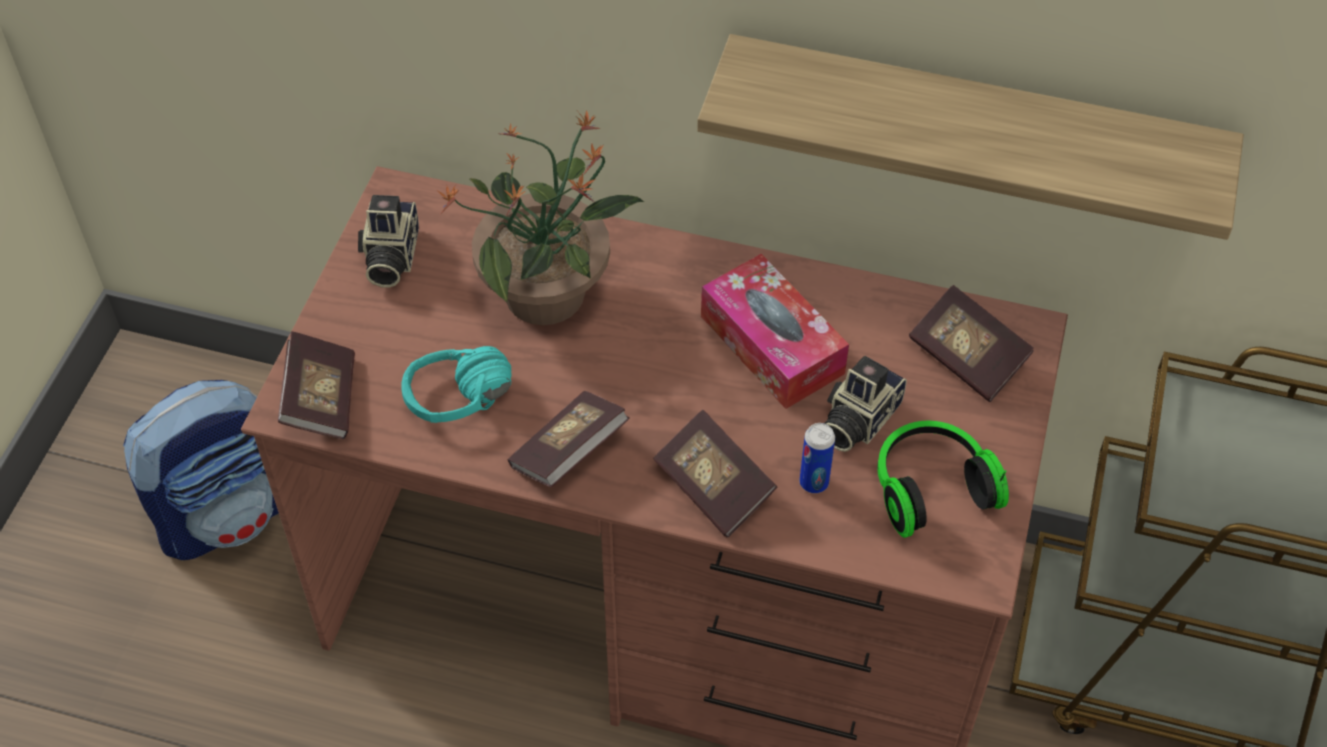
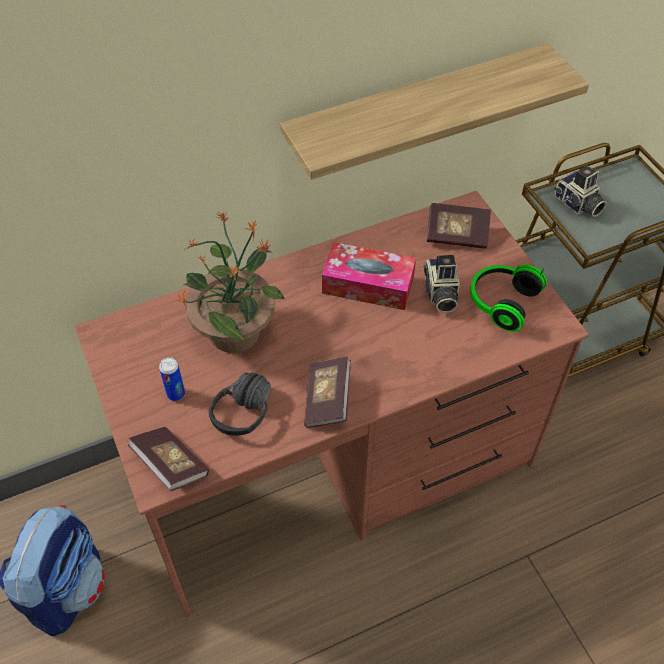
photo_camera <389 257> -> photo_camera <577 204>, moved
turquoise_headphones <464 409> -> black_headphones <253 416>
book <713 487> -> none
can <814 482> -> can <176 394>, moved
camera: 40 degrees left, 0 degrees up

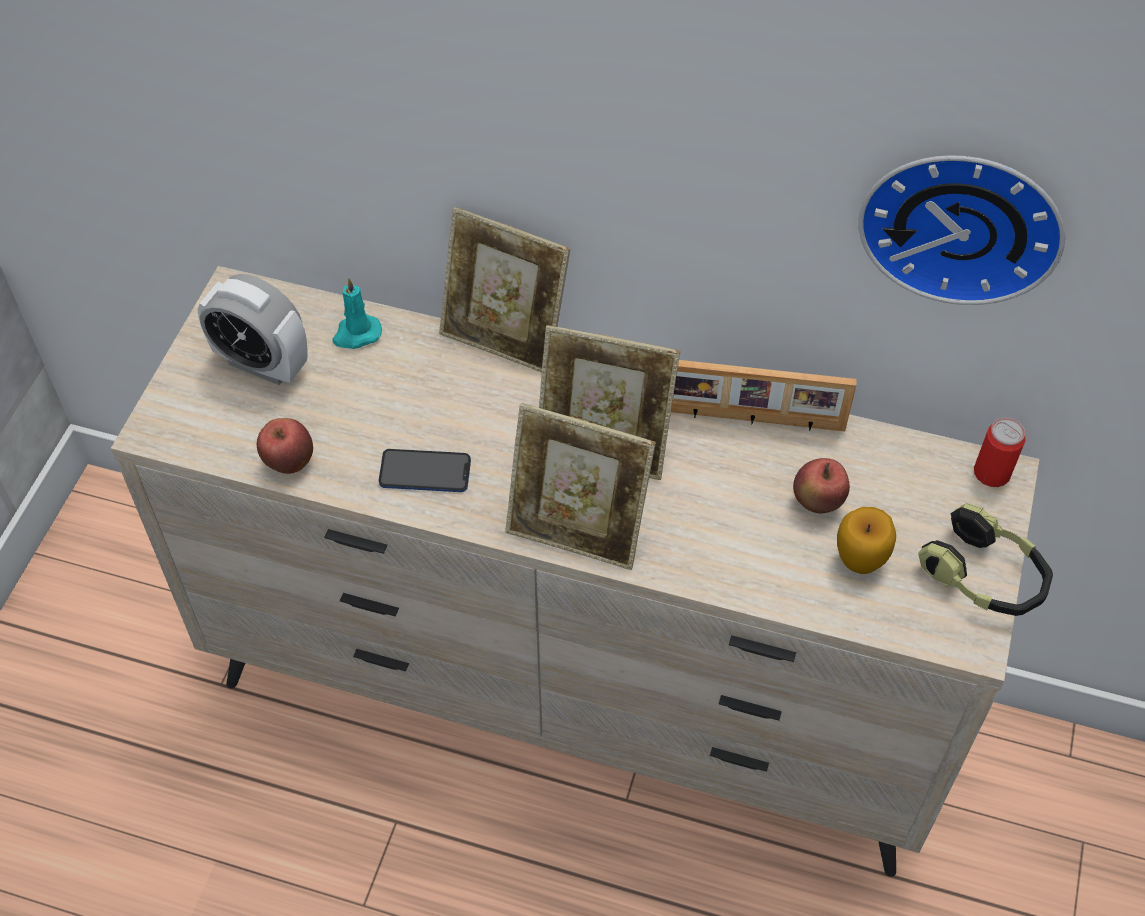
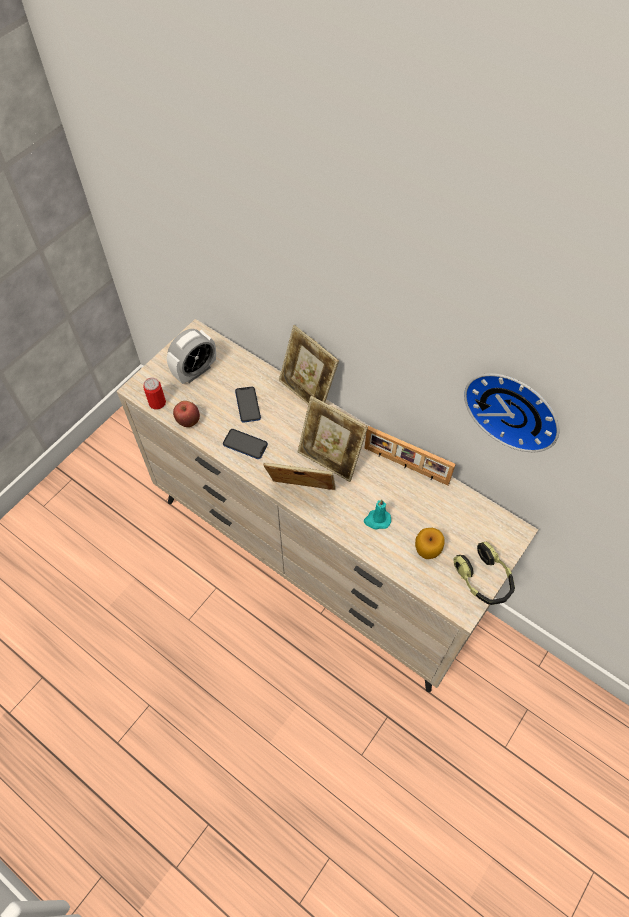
alarm_clock <262 364> -> alarm_clock <195 371>, 90 degrees counterclockwise
turquoise_candle <356 334> -> turquoise_candle <377 520>, moved
picture_frame <577 531> -> picture_frame <301 494>, 150 degrees clockwise
can <991 473> -> can <157 403>, moved
apple <817 502> -> none
none -> phone <248 405>
camera: 20 degrees right, 5 degrees up

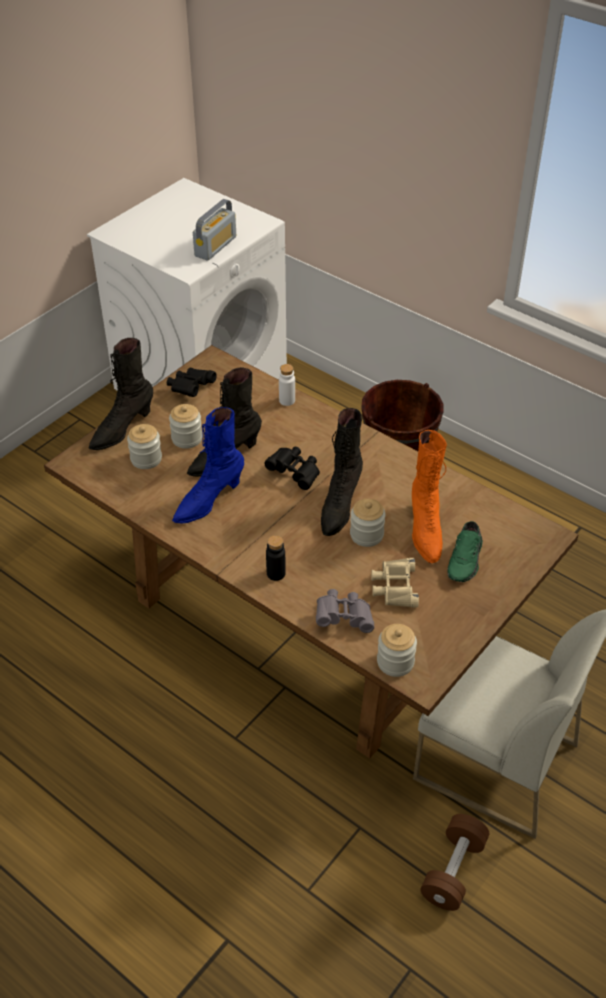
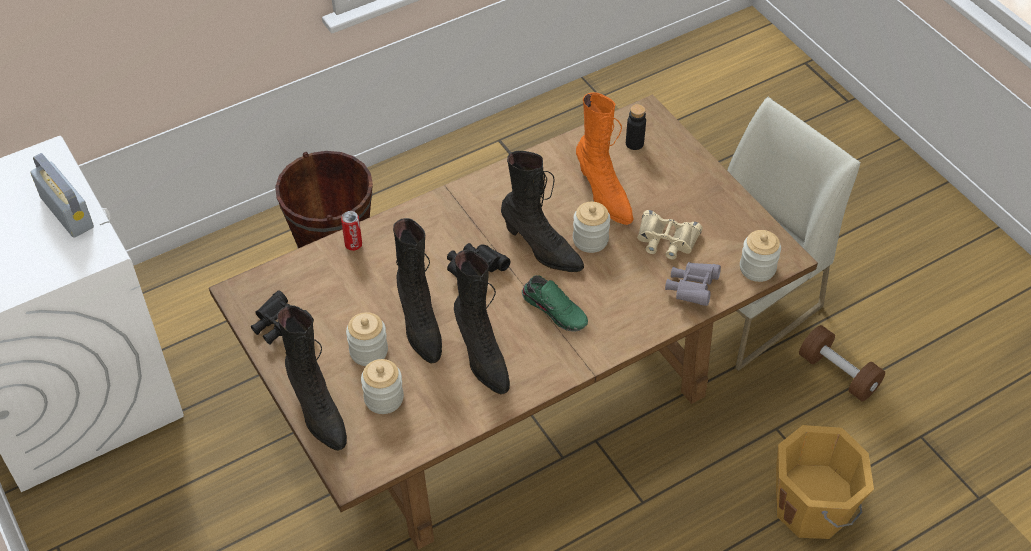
white_bottle <287 400> -> can <353 244>
blue_boot <208 501> -> black_boot <482 356>
orange_boot <425 530> -> orange_boot <603 195>, 45 degrees clockwise
green_shoe <466 560> -> green_shoe <556 310>, moved
black_bottle <276 573> -> black_bottle <634 143>, moved
none -> orange_bucket <813 507>
camera: 70 degrees left, 5 degrees up

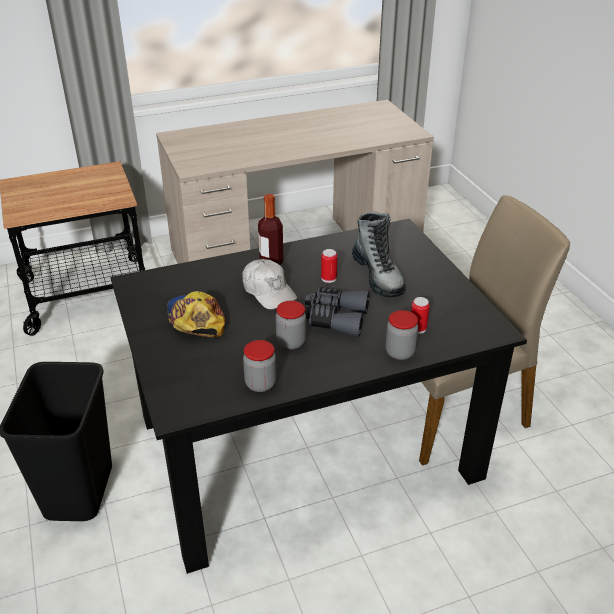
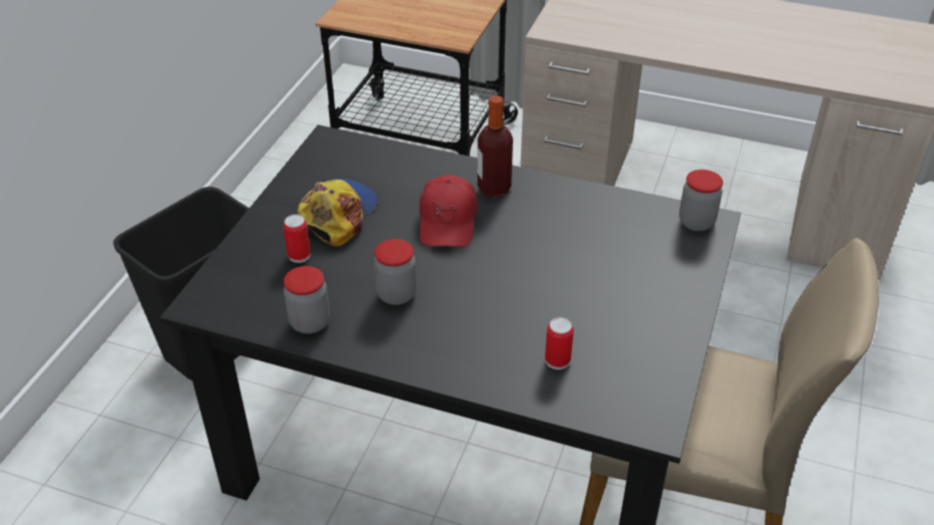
boot <378 276> -> none
can <328 278> -> can <299 255>, moved
white_cap <268 291> -> red_cap <448 221>
grey_binoculars <334 318> -> none
jar <400 352> -> jar <696 222>, moved
camera: 40 degrees right, 5 degrees up

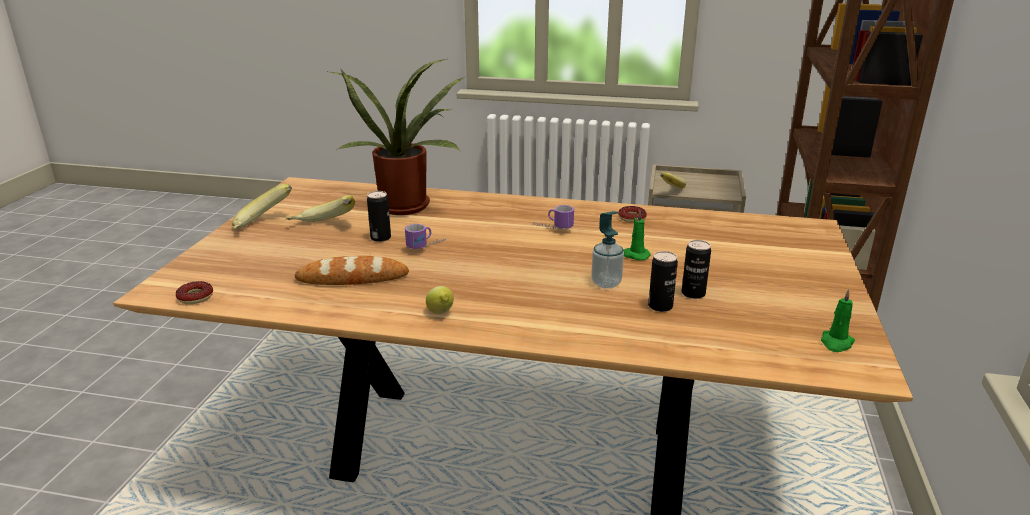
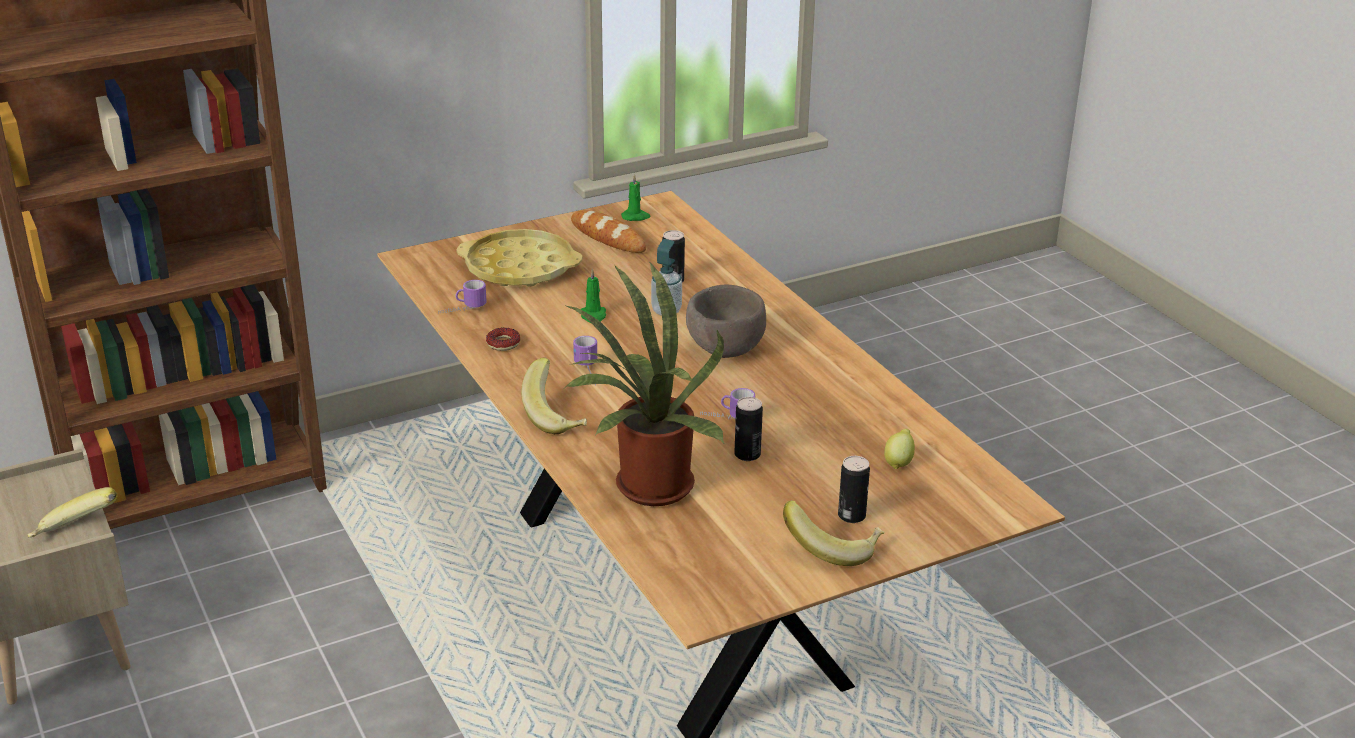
banana <322 227> -> banana <557 417>, moved
can <693 294> -> can <851 516>, moved
bread <352 278> -> bread <608 237>, moved
donut <195 297> -> none
lemon <441 313> -> lemon <898 462>, moved
none -> yellow_tray <520 268>
none -> mug <462 310>
none -> brown_bowl <724 349>
camera: 130 degrees left, 5 degrees up

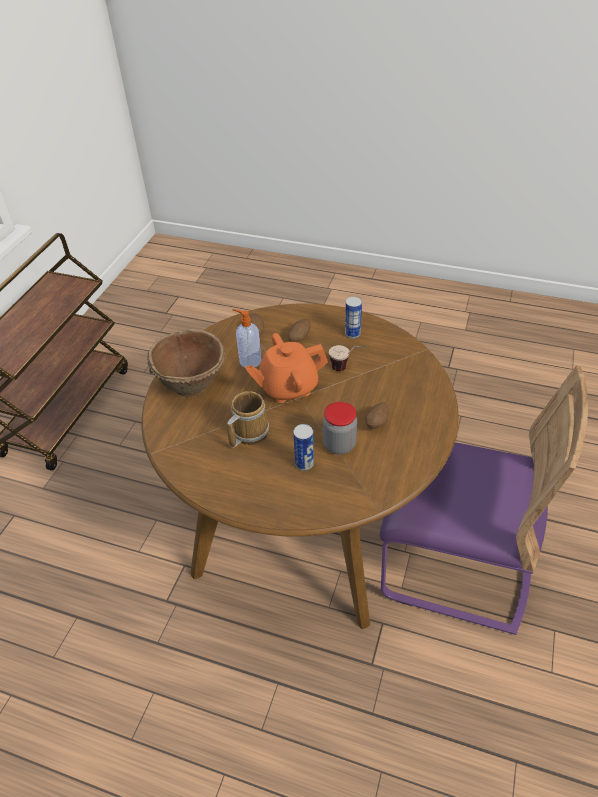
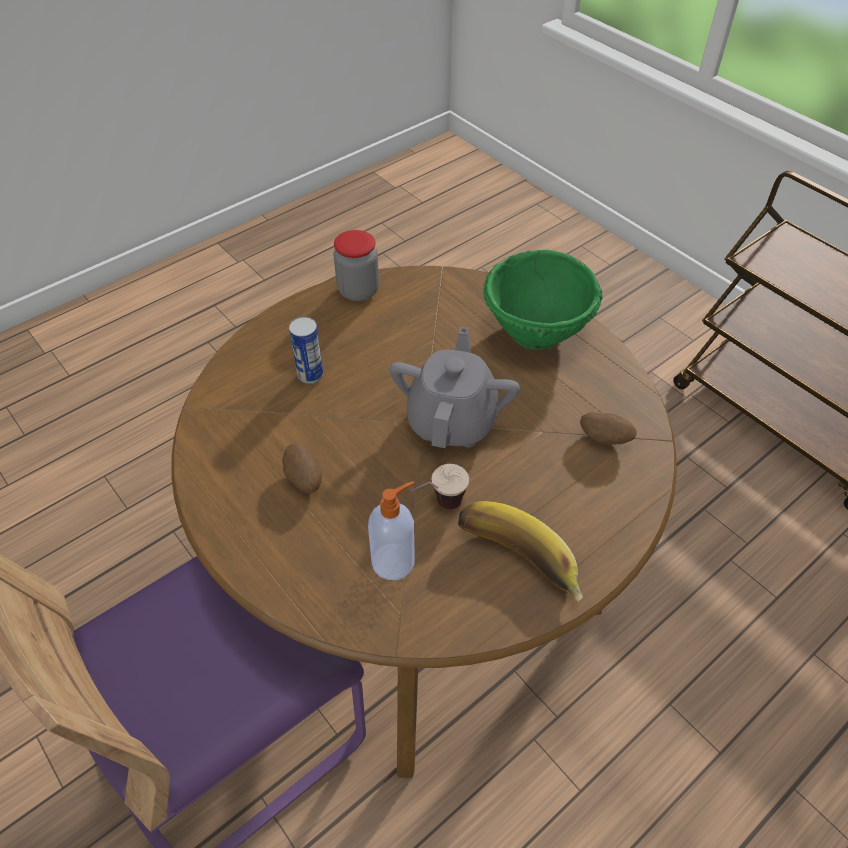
can <352 334> -> banana <515 564>
soap_dispenser <249 361> -> soap_dispenser <394 561>, moved
potato <299 338> -> none
brown_bowl <192 383> -> green_bowl <536 333>
orange_teapot <288 387> -> grey_teapot <452 421>
mug <248 433> -> none
jar <339 445> -> jar <358 291>, moved
camera: 120 degrees right, 5 degrees up

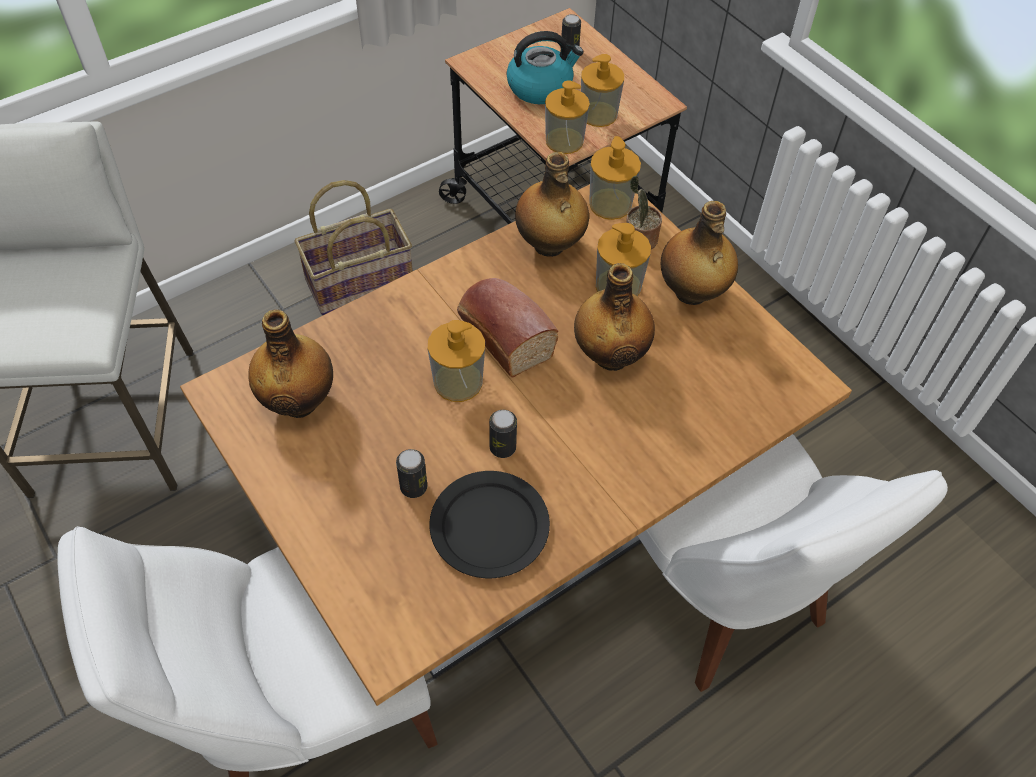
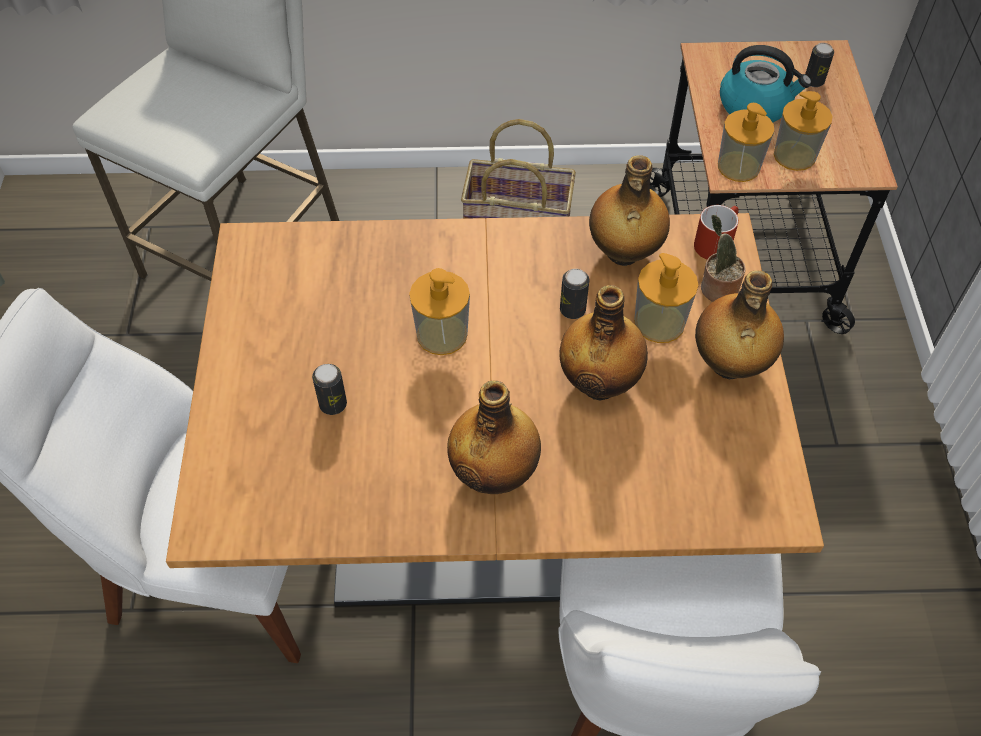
soap_dispenser <610 204> -> red_mug <715 242>
bread <502 334> -> none
bottle <299 400> -> bottle <495 473>, moved
can <502 447> -> can <572 310>, moved
black_plate <488 527> -> none
camera: 35 degrees right, 0 degrees up

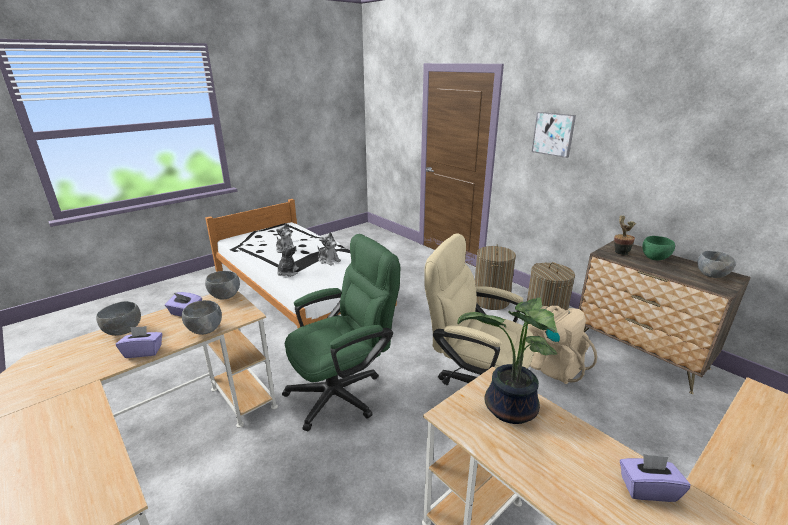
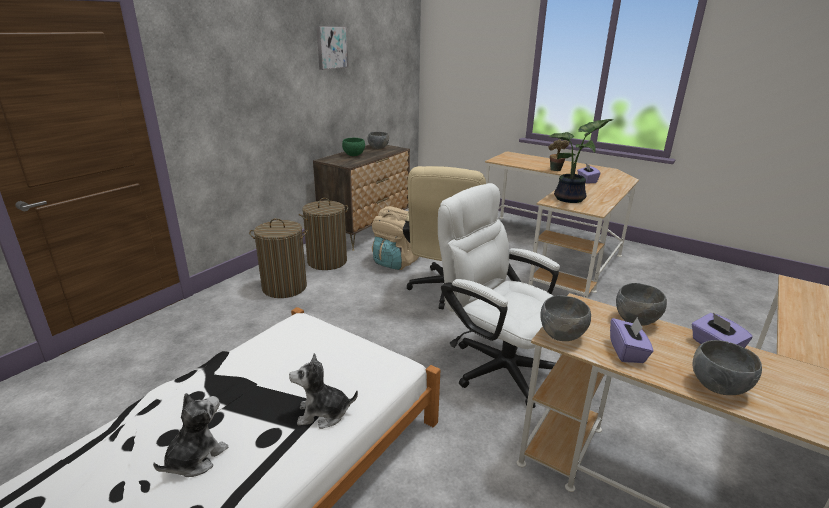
picture <553 134> -> picture <331 47>, moved
potted_plant <619 253> -> potted_plant <555 171>, moved
plush_toy <328 260> -> none
green_office_chair <343 391> -> white_office_chair <496 364>
camera: 105 degrees left, 0 degrees up

